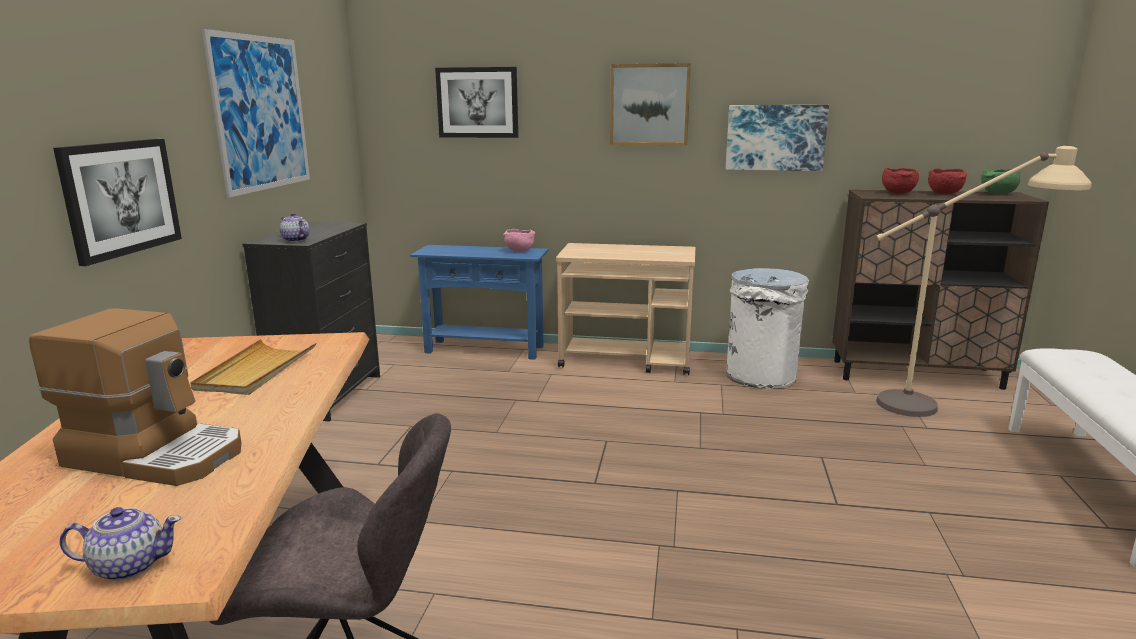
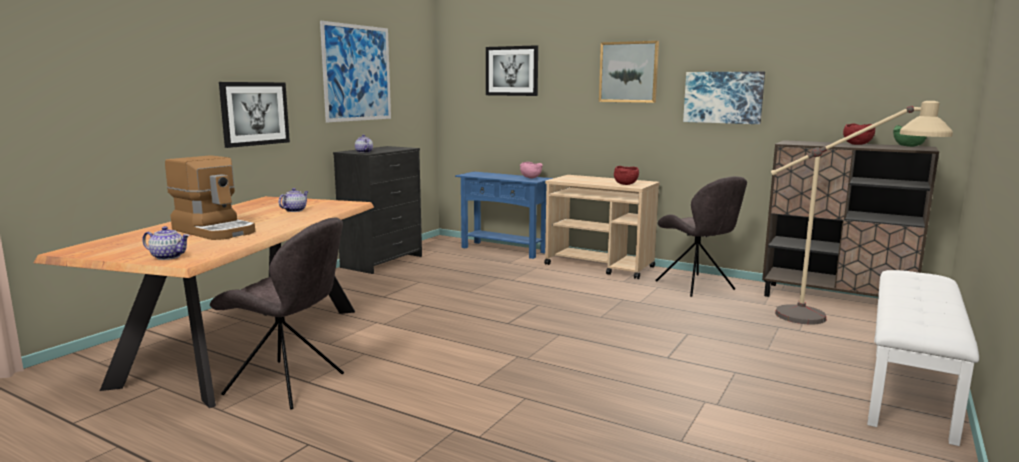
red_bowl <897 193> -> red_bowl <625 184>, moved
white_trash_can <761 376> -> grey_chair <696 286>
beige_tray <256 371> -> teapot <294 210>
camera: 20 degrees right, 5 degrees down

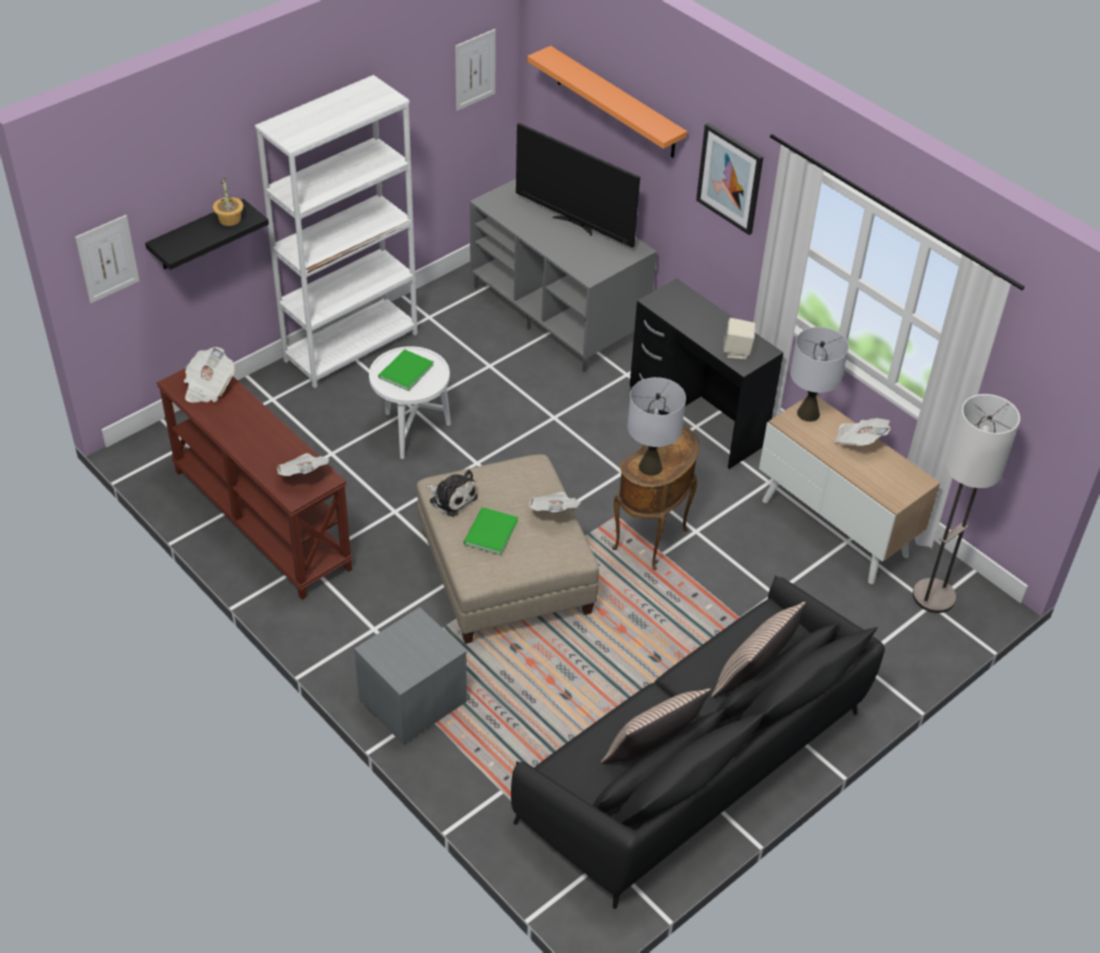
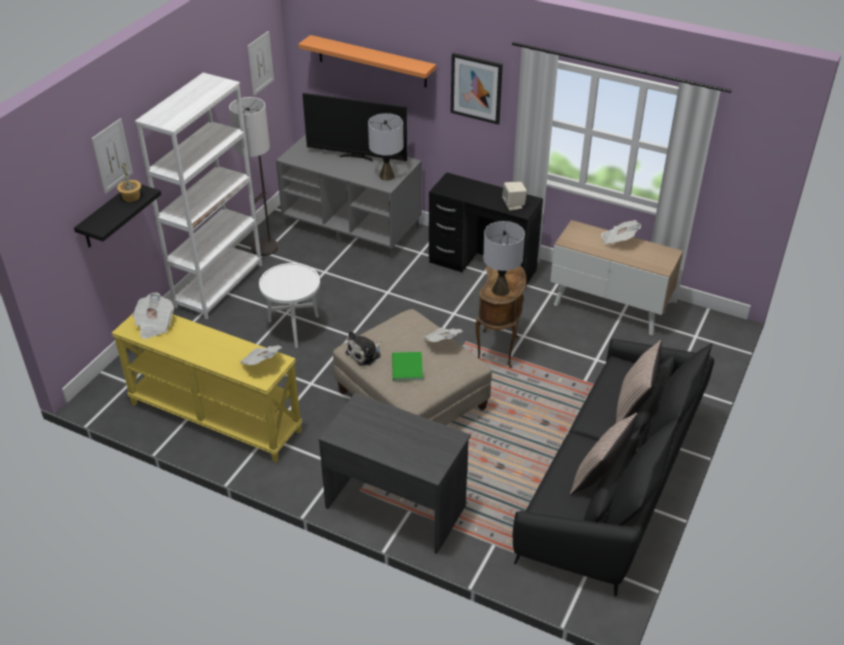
picture <107 259> -> picture <112 156>, moved
grey_table_lamp <808 413> -> grey_table_lamp <386 176>, moved
green_book <404 372> -> none
brown_console_table <260 520> -> yellow_console_table <214 418>
floor_lamp <934 597> -> floor_lamp <264 248>, moved
plush_toy <451 498> -> plush_toy <365 354>, 120 degrees clockwise
grey_nightstand <412 701> -> grey_desk <396 505>
camera: 20 degrees left, 5 degrees down

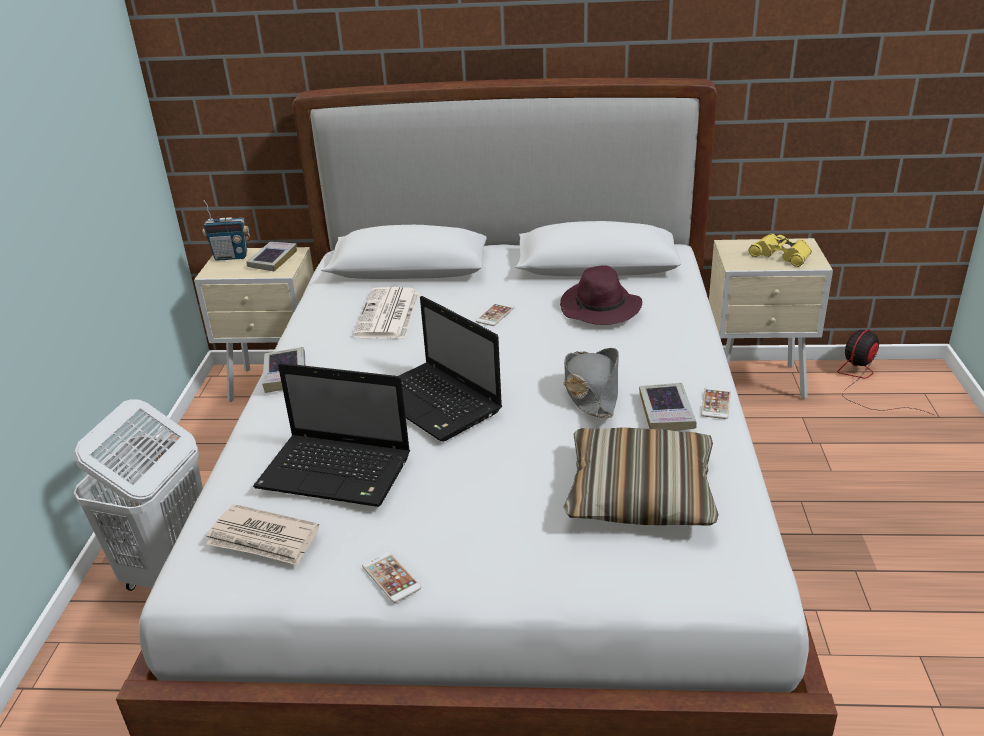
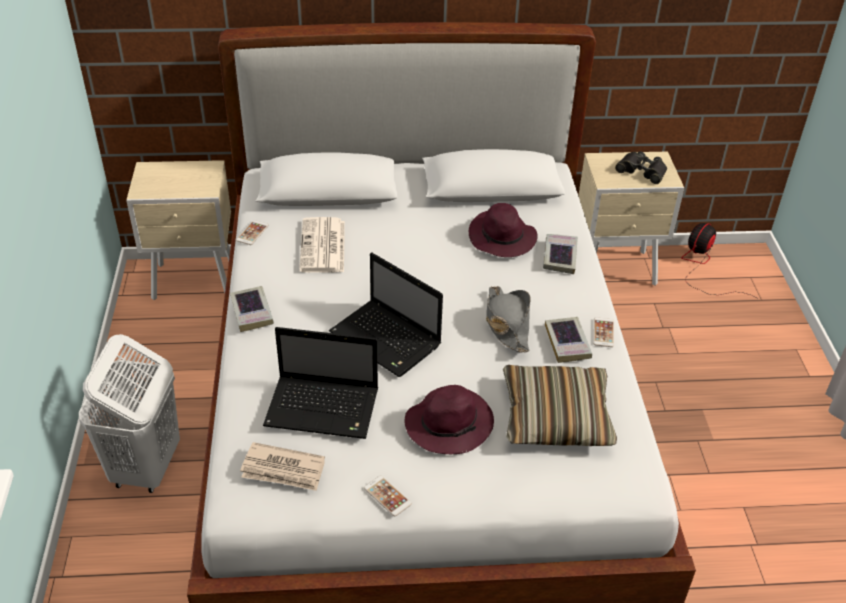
radio <231 257> -> none
yellow_binoculars <781 255> -> black_binoculars <642 171>
book <272 260> -> book <559 257>, moved
phone <495 314> -> phone <252 233>, moved
none -> purple_hat <450 423>
camera: 10 degrees left, 10 degrees up

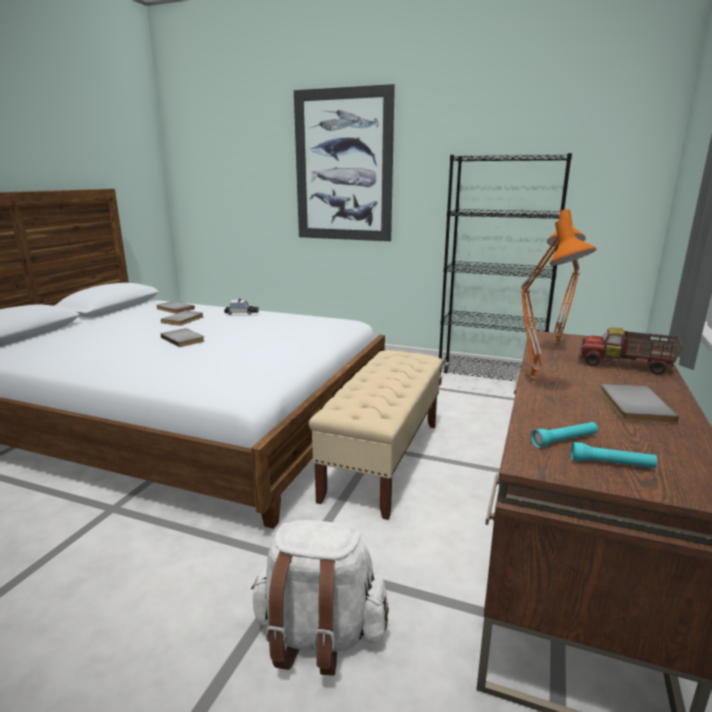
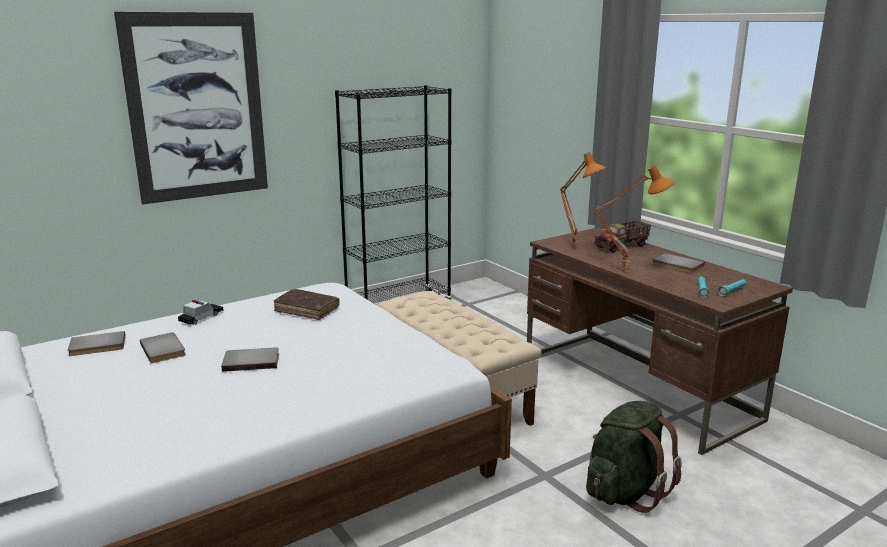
white_backpack <319 635> -> green_backpack <625 491>
none -> brown_book <307 310>
camera: 55 degrees left, 0 degrees up

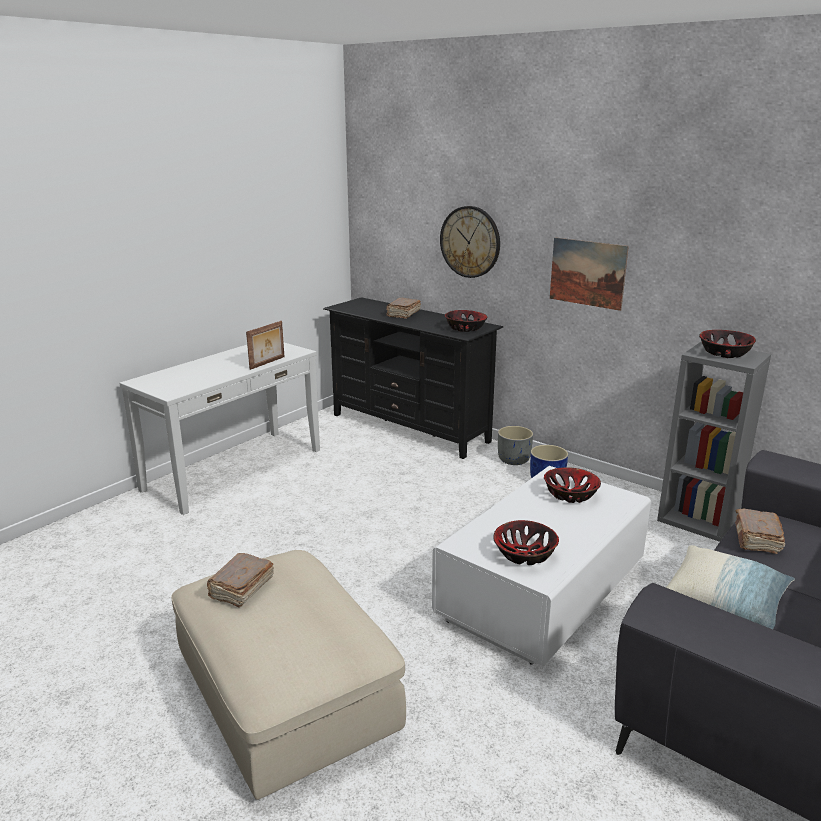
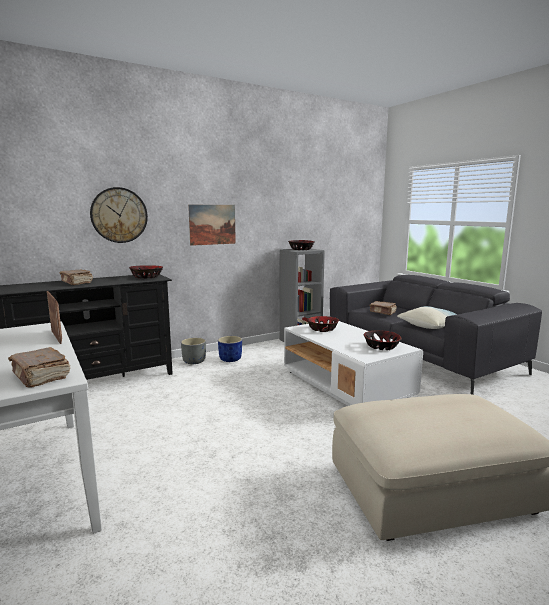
brown_book <241 589> -> brown_book <40 376>, moved
camera: 70 degrees left, 10 degrees down

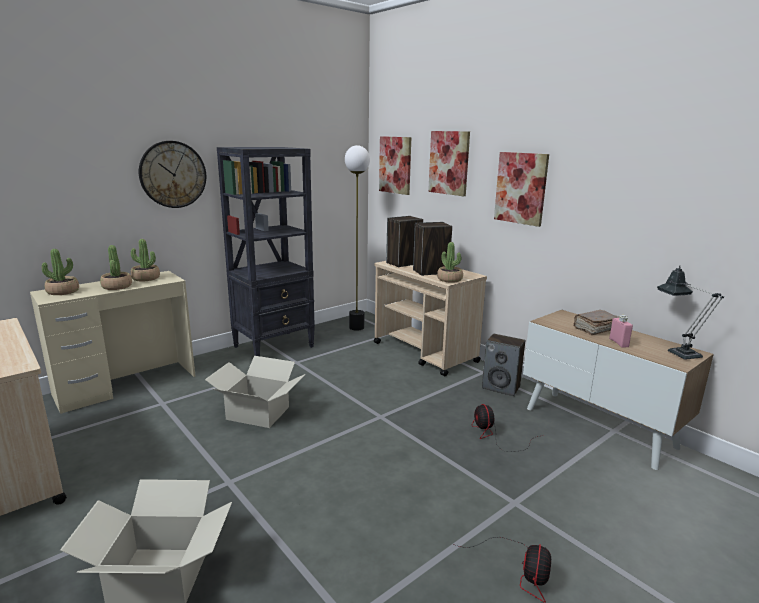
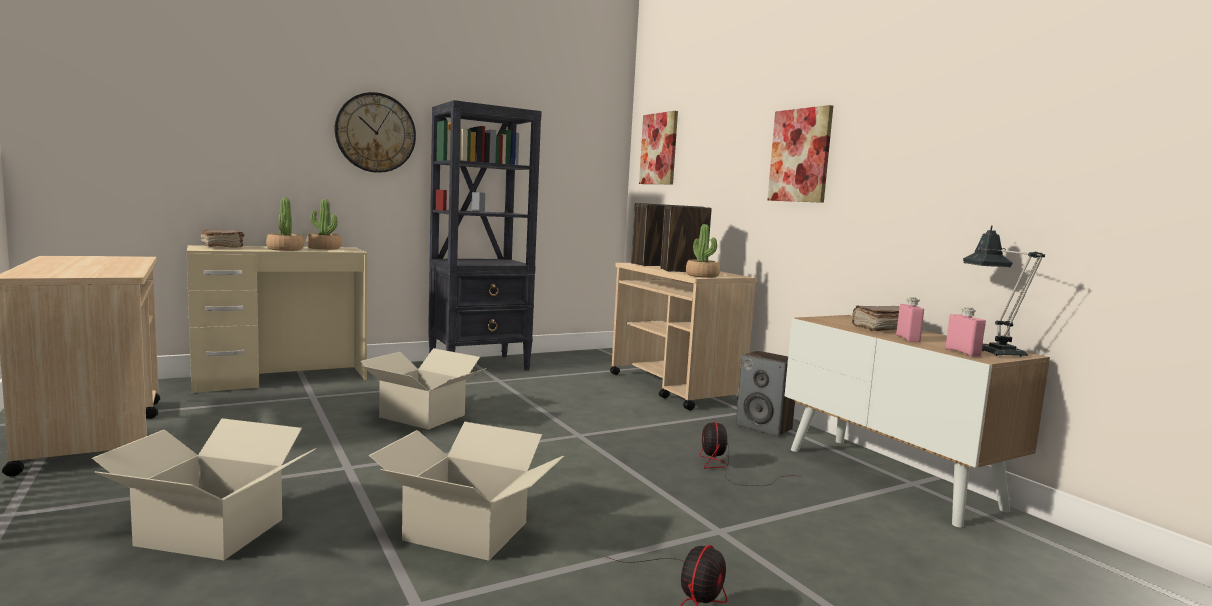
picture <449 163> -> none
floor_lamp <356 327> -> none
potted_plant <63 291> -> brown_book <222 247>
none -> pink_bottle <962 352>
none -> cardboard_box <465 532>
camera: 10 degrees right, 10 degrees down

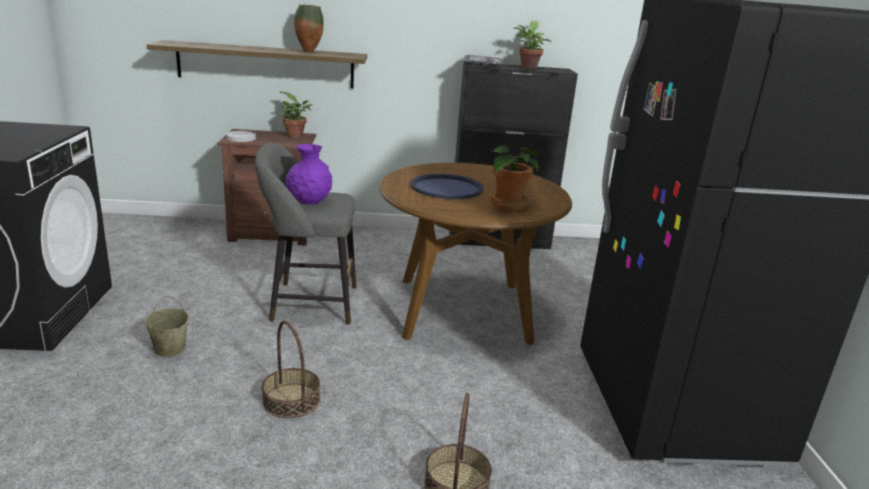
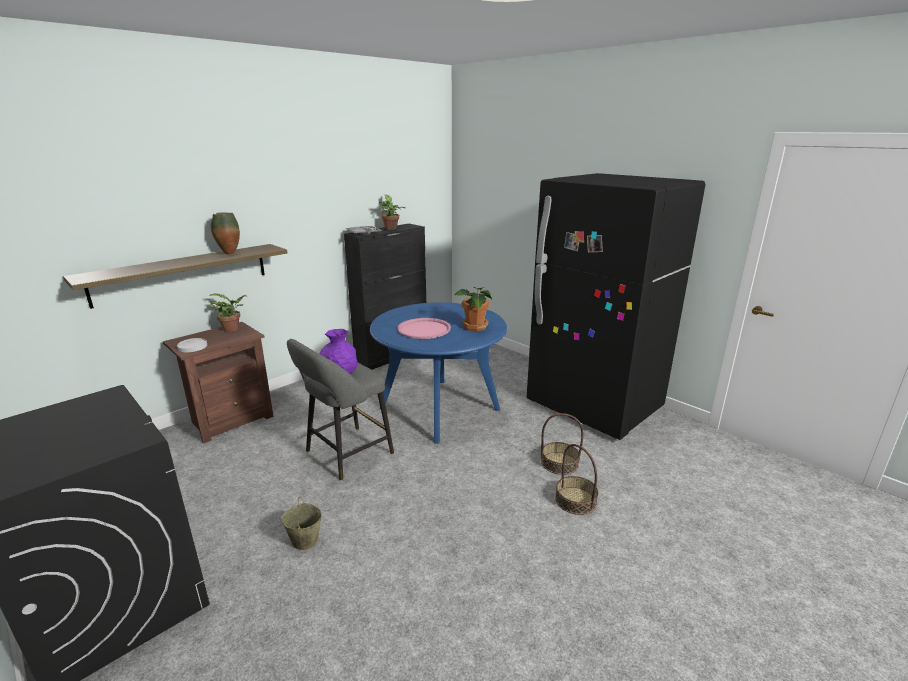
brown_dining_table <463 309> -> blue_dining_table <439 408>
blue_tray <446 188> -> pink_tray <424 329>
basket <291 400> -> basket <559 463>, moved
camera: 40 degrees left, 0 degrees up

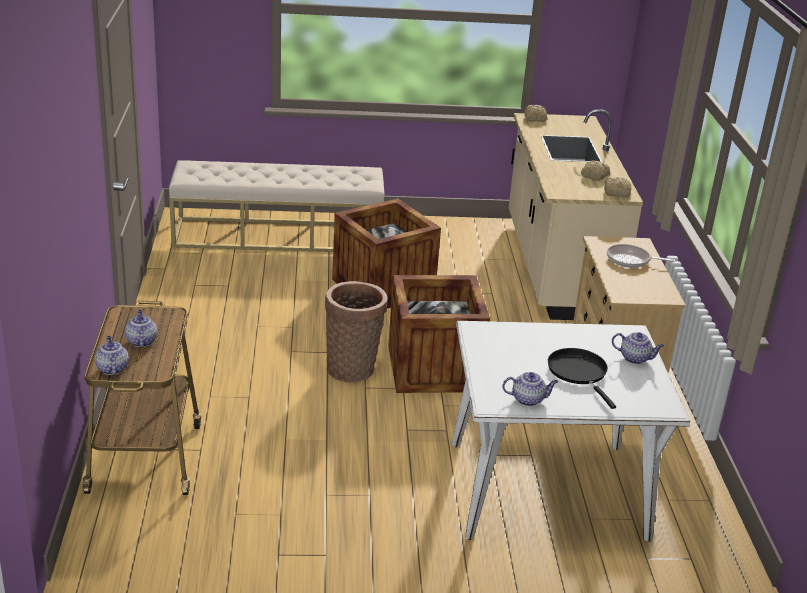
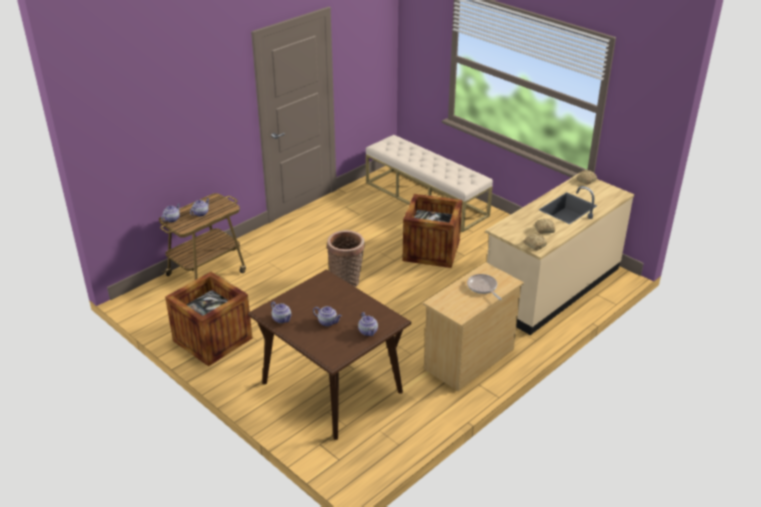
crate <433 368> -> crate <212 339>, moved
white_dining_table <547 489> -> brown_dining_table <332 387>
black_frying_pan <579 373> -> teapot <328 322>
camera: 50 degrees right, 5 degrees up

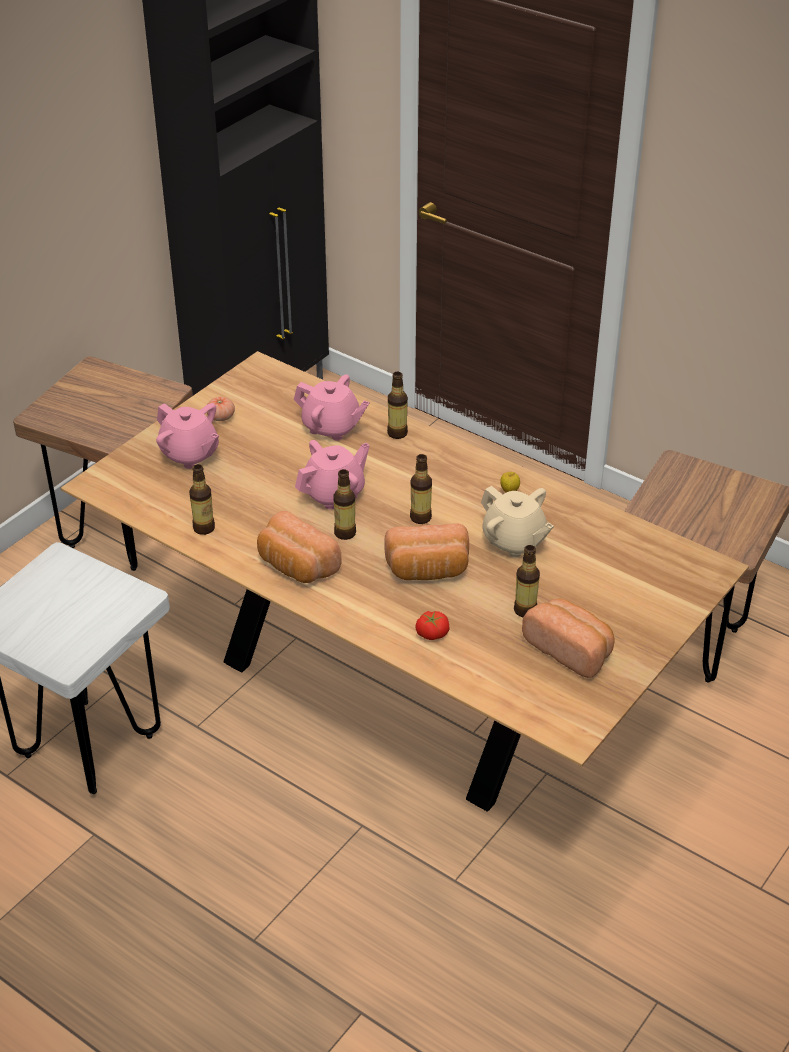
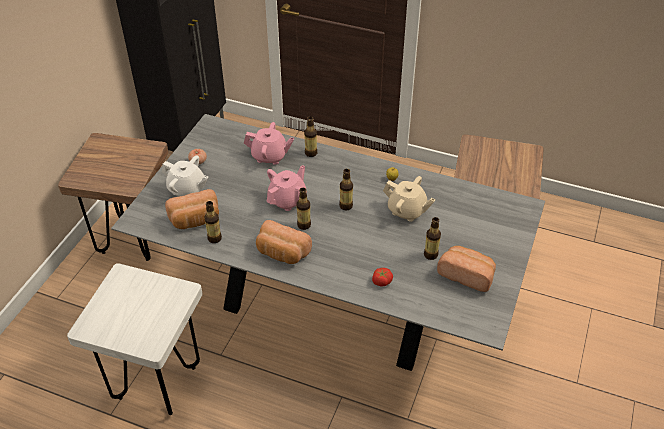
brown_dining_table <394 691> -> grey_dining_table <331 306>
pink_teapot <190 454> -> white_teapot <187 190>
bread <428 570> -> bread <195 220>, moved
camera: 15 degrees left, 5 degrees up

